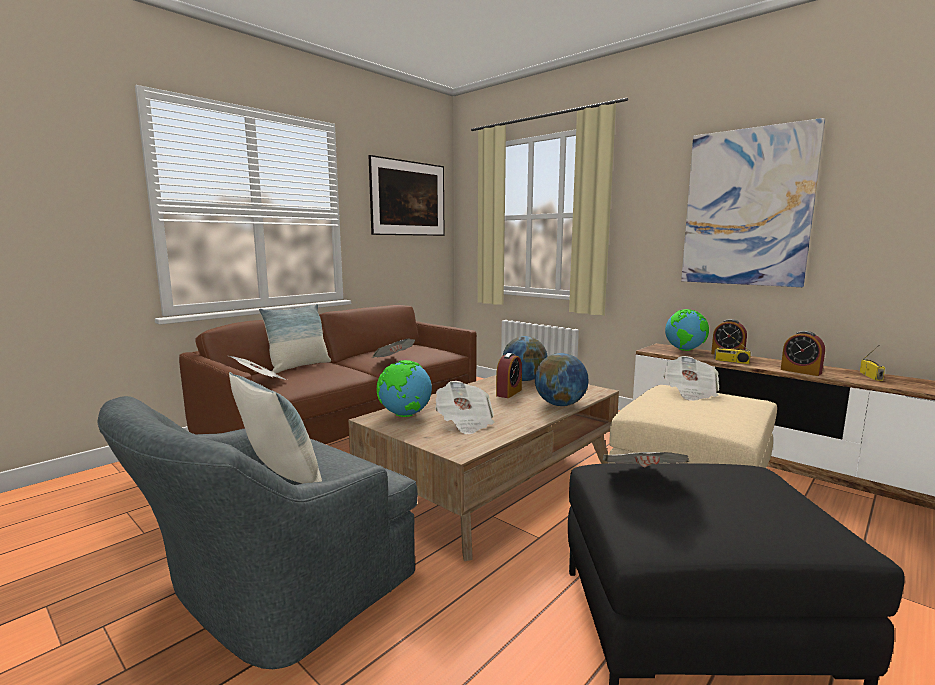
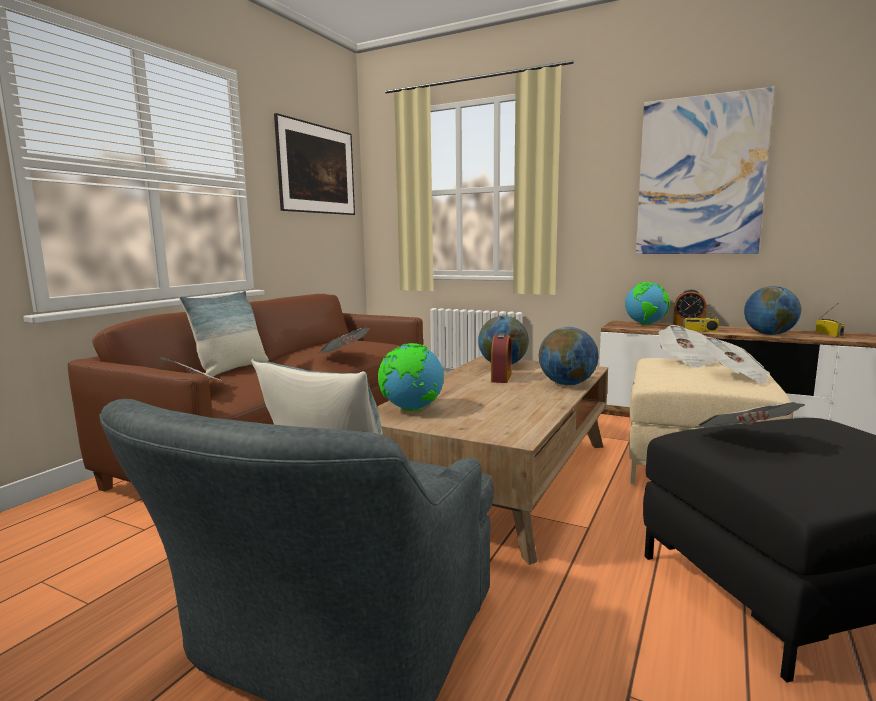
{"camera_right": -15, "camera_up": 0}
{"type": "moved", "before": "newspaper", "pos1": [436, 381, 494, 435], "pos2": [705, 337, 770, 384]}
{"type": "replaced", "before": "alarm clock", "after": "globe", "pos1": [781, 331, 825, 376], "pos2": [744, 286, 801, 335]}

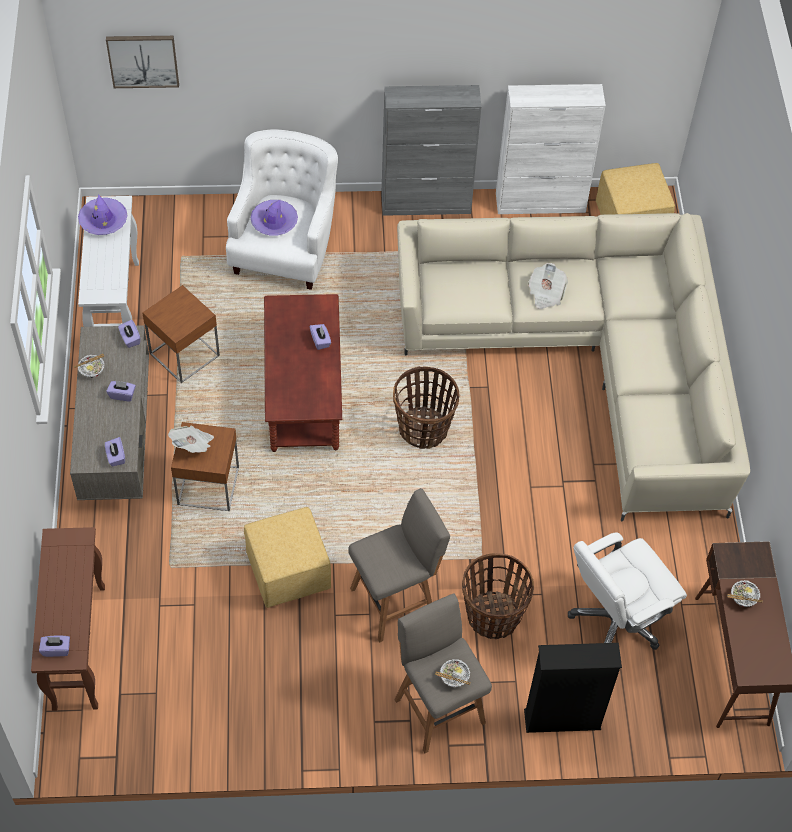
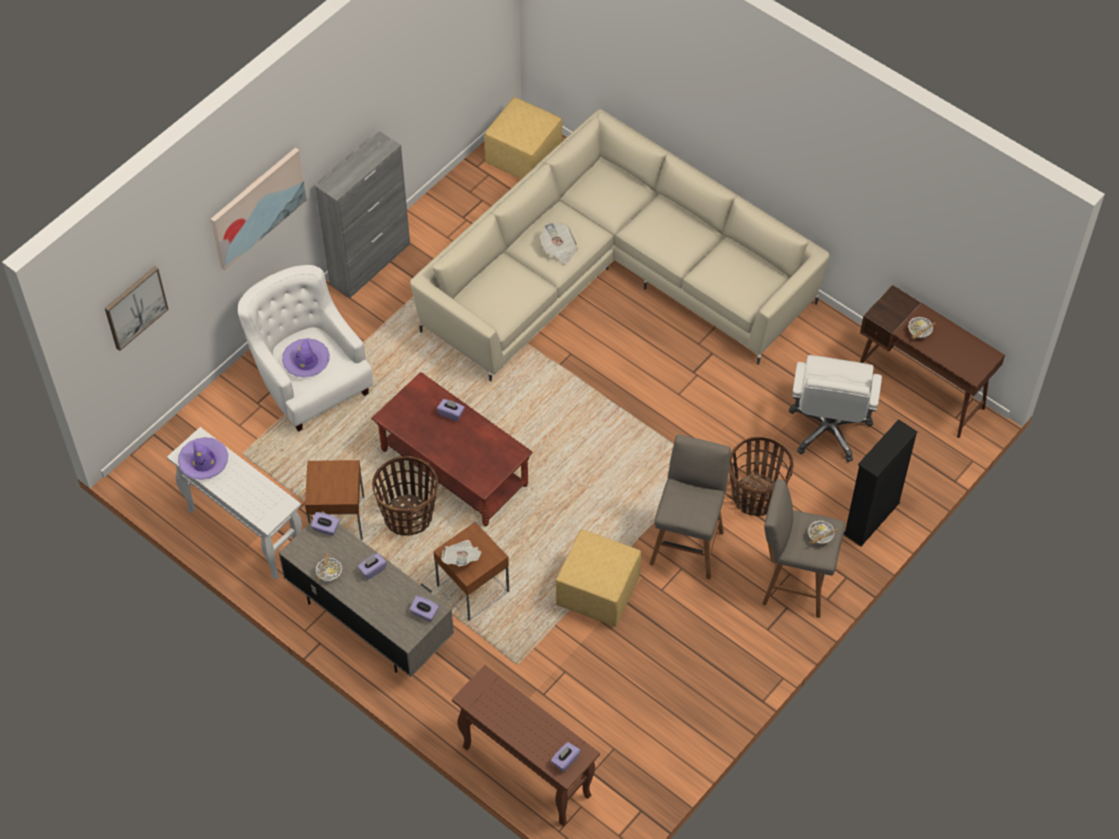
{"camera_right": -45, "camera_up": 0}
{"type": "added", "after": "picture", "pos2": [211, 148, 307, 271]}
{"type": "moved", "before": "basket", "pos1": [393, 366, 460, 449], "pos2": [372, 456, 438, 536]}
{"type": "removed", "before": "white cabinet", "pos1": [496, 84, 606, 214]}

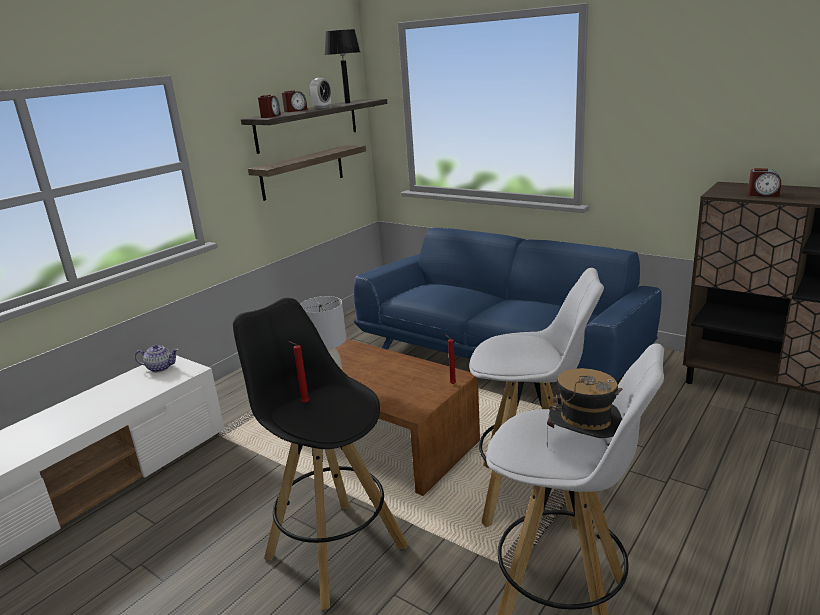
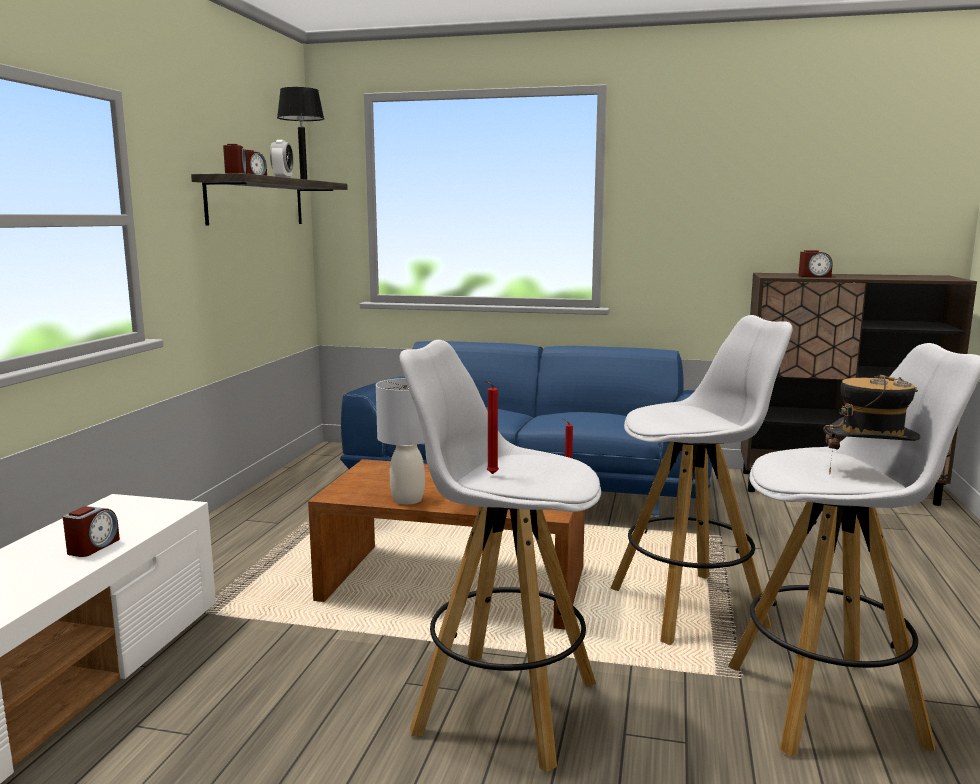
{"camera_right": -25, "camera_up": -10}
{"type": "added", "after": "alarm clock", "pos2": [63, 506, 120, 557]}
{"type": "recoloured", "before": "black stool", "after": "white stool", "pos1": [233, 298, 408, 610], "pos2": [400, 340, 601, 772]}
{"type": "removed", "before": "teapot", "pos1": [135, 344, 179, 372]}
{"type": "removed", "before": "shelf", "pos1": [248, 145, 366, 201]}

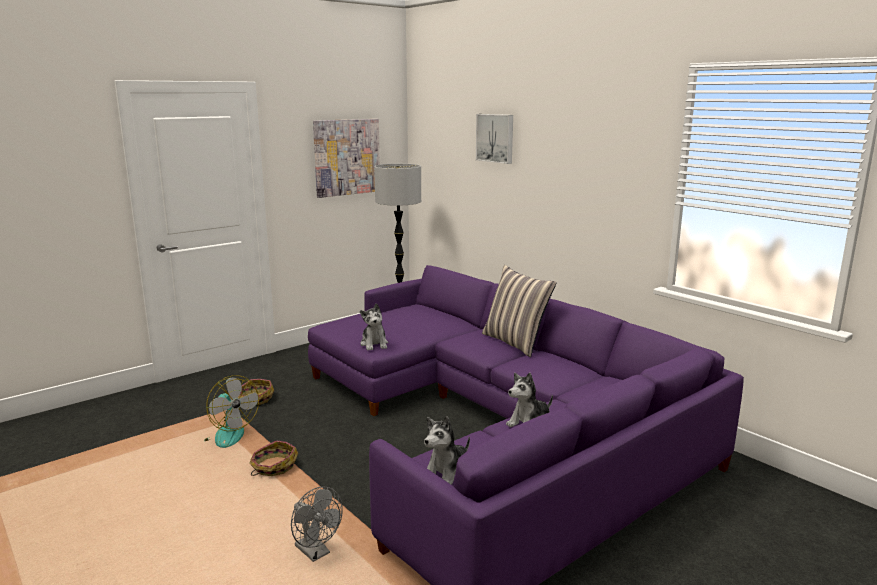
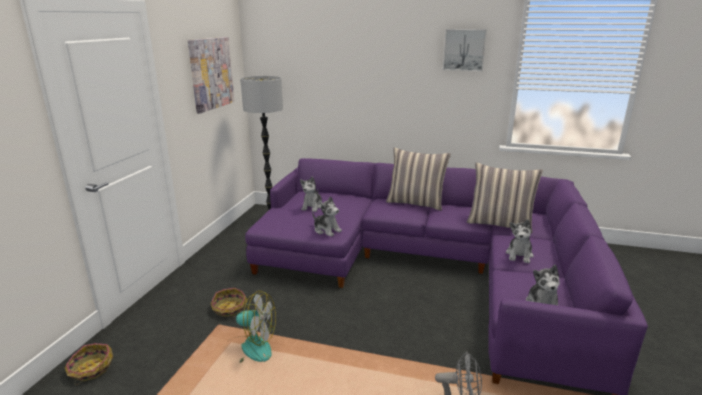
{"camera_right": -35, "camera_up": 5}
{"type": "moved", "before": "basket", "pos1": [249, 440, 298, 476], "pos2": [65, 343, 113, 385]}
{"type": "added", "after": "plush toy", "pos2": [300, 176, 323, 212]}
{"type": "moved", "before": "picture", "pos1": [476, 114, 513, 164], "pos2": [443, 29, 487, 71]}
{"type": "added", "after": "pillow", "pos2": [467, 163, 543, 233]}

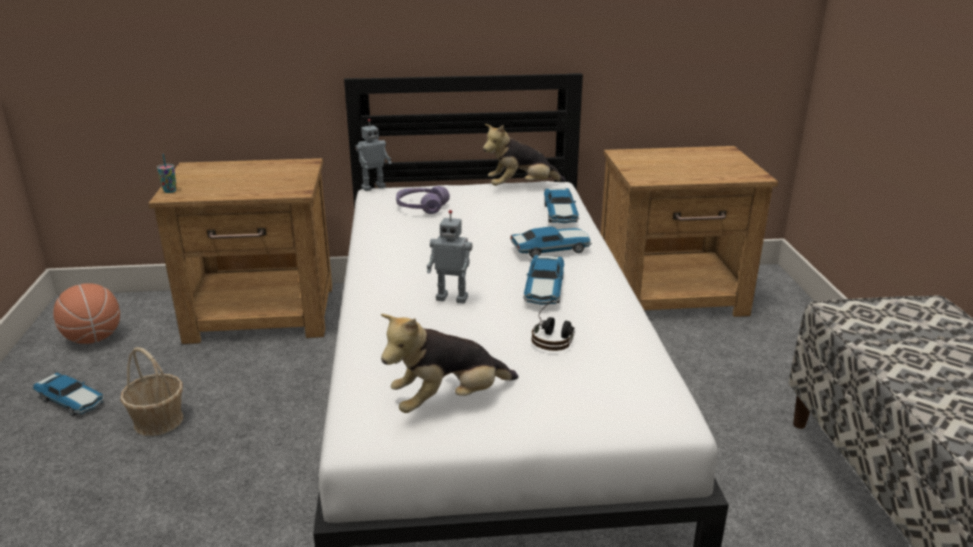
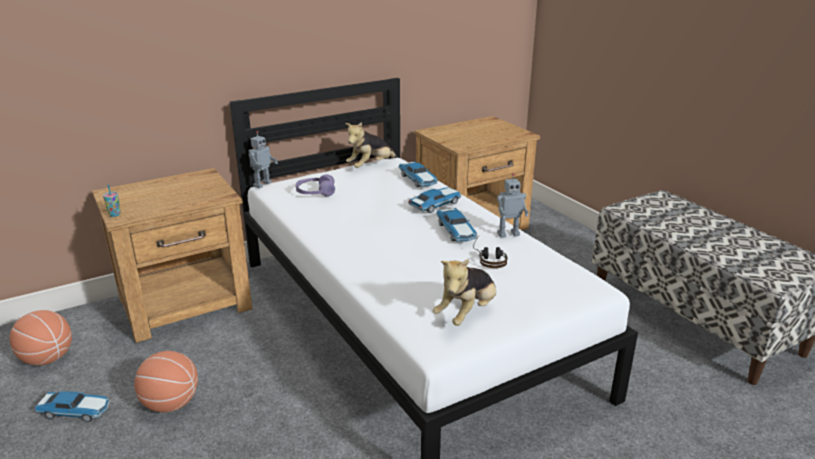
{"camera_right": -25, "camera_up": 0}
{"type": "replaced", "before": "basket", "after": "basketball", "pos1": [120, 347, 183, 436], "pos2": [134, 351, 198, 412]}
{"type": "moved", "before": "toy robot", "pos1": [427, 210, 472, 304], "pos2": [497, 173, 529, 238]}

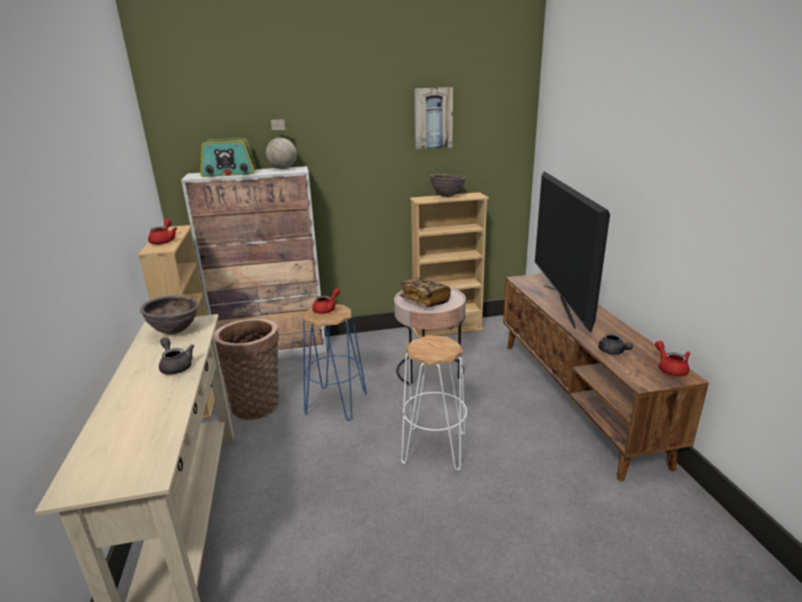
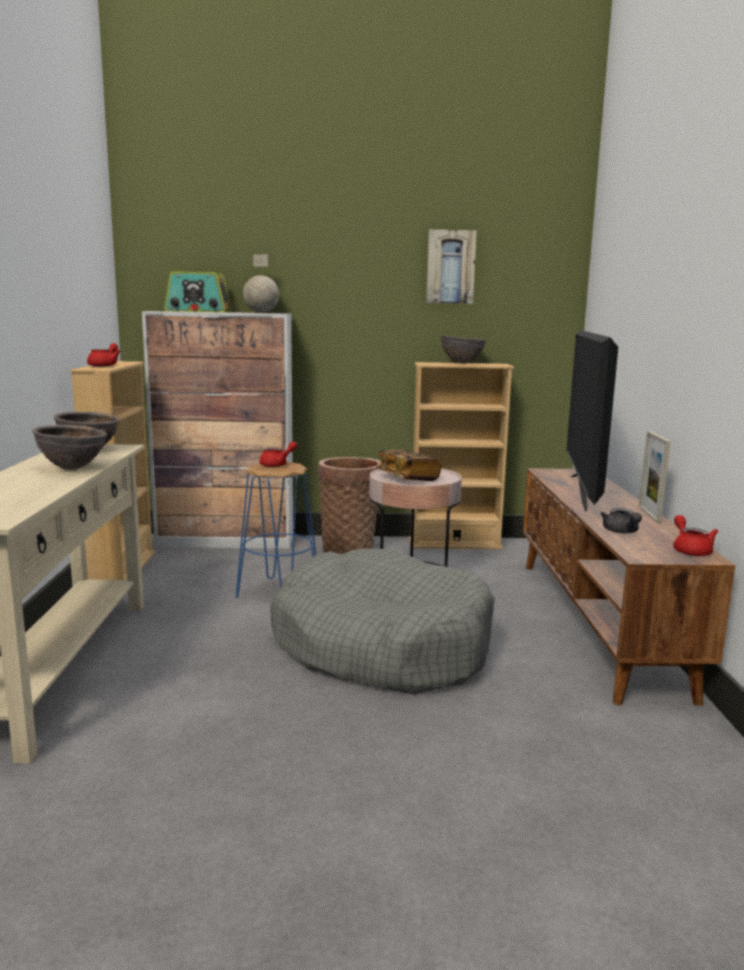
{"camera_right": 10, "camera_up": -10}
{"type": "replaced", "before": "grey teapot", "after": "brown bowl", "pos1": [159, 337, 194, 375], "pos2": [32, 425, 107, 470]}
{"type": "replaced", "before": "white stool", "after": "grey dog bed", "pos1": [401, 335, 467, 471], "pos2": [270, 549, 495, 695]}
{"type": "moved", "before": "basket", "pos1": [214, 318, 279, 420], "pos2": [318, 457, 381, 554]}
{"type": "added", "after": "picture frame", "pos2": [639, 431, 671, 523]}

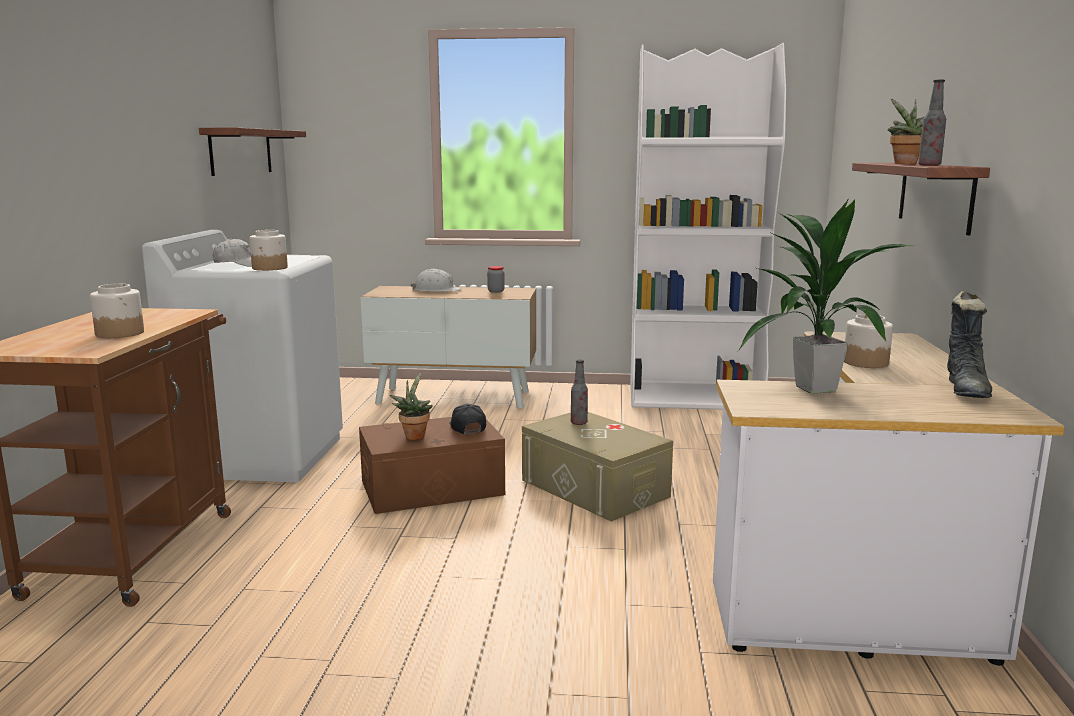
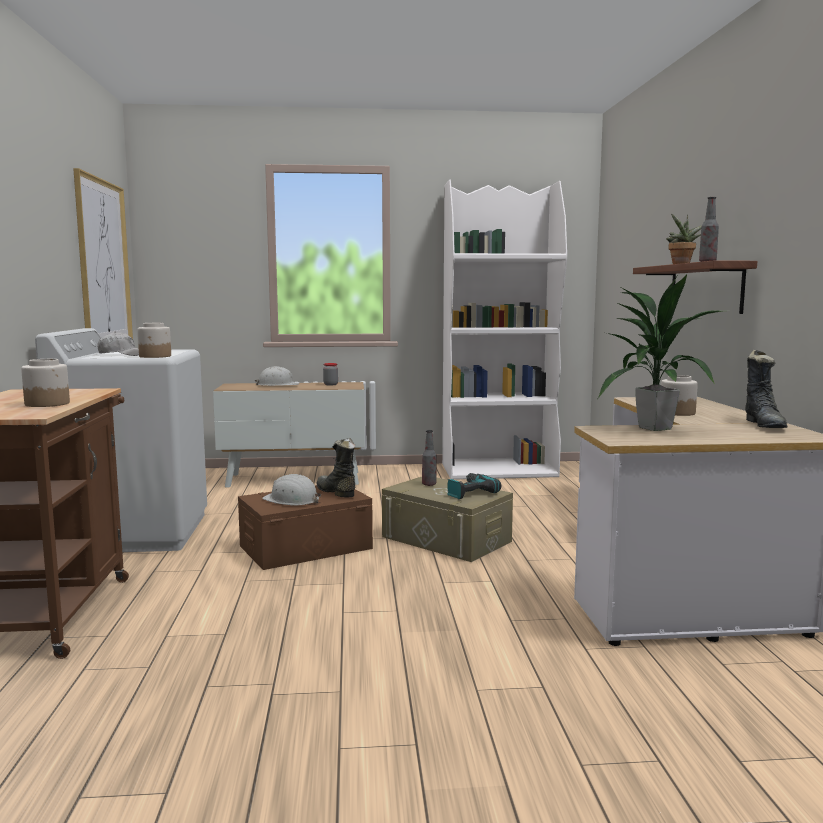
{"camera_right": -10, "camera_up": -5}
{"type": "replaced", "before": "shelf", "after": "picture", "pos1": [199, 128, 306, 176], "pos2": [73, 168, 133, 339]}
{"type": "replaced", "before": "potted plant", "after": "white hard hat", "pos1": [390, 373, 433, 440], "pos2": [262, 474, 321, 506]}
{"type": "replaced", "before": "black cap", "after": "black boot", "pos1": [449, 404, 486, 434], "pos2": [316, 438, 355, 497]}
{"type": "added", "after": "power drill", "pos2": [447, 473, 501, 499]}

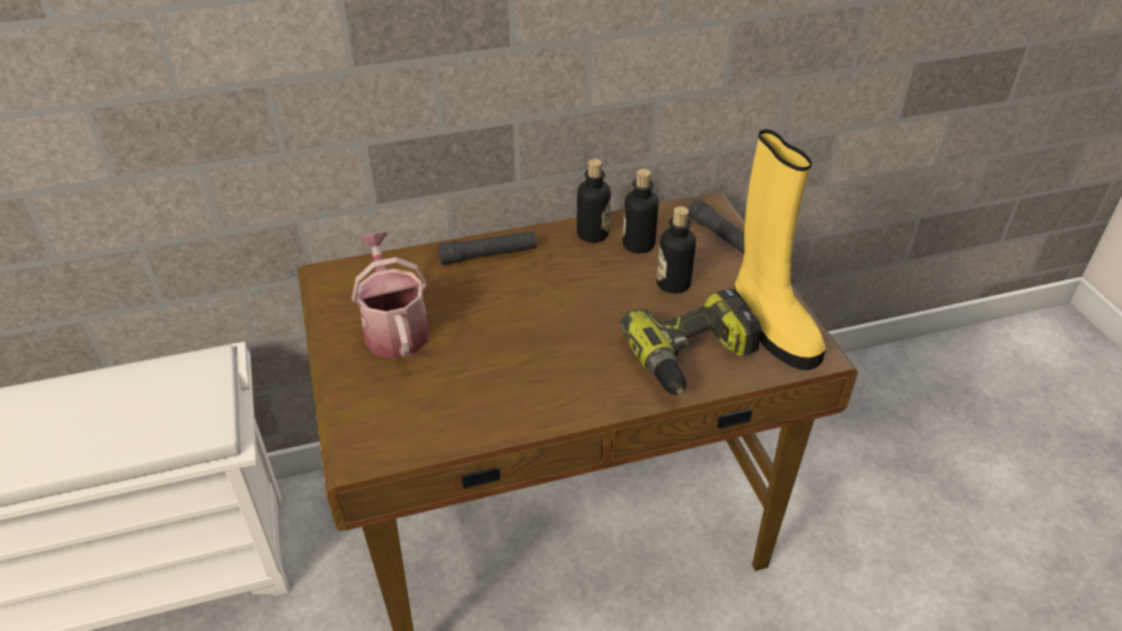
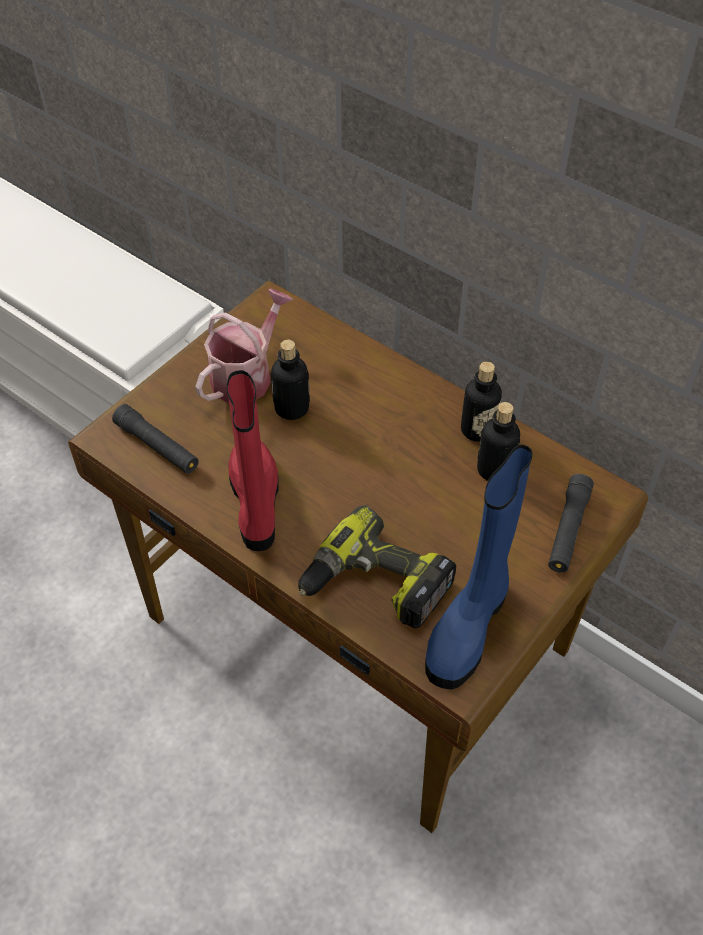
{"camera_right": 55, "camera_up": 10}
{"type": "moved", "before": "black flashlight", "pos1": [438, 231, 536, 265], "pos2": [112, 404, 199, 474]}
{"type": "added", "after": "red boot", "pos2": [227, 370, 279, 551]}
{"type": "moved", "before": "bottle", "pos1": [657, 206, 696, 294], "pos2": [271, 340, 310, 420]}
{"type": "recoloured", "before": "yellow boot", "after": "blue boot", "pos1": [734, 129, 826, 370], "pos2": [425, 445, 533, 690]}

